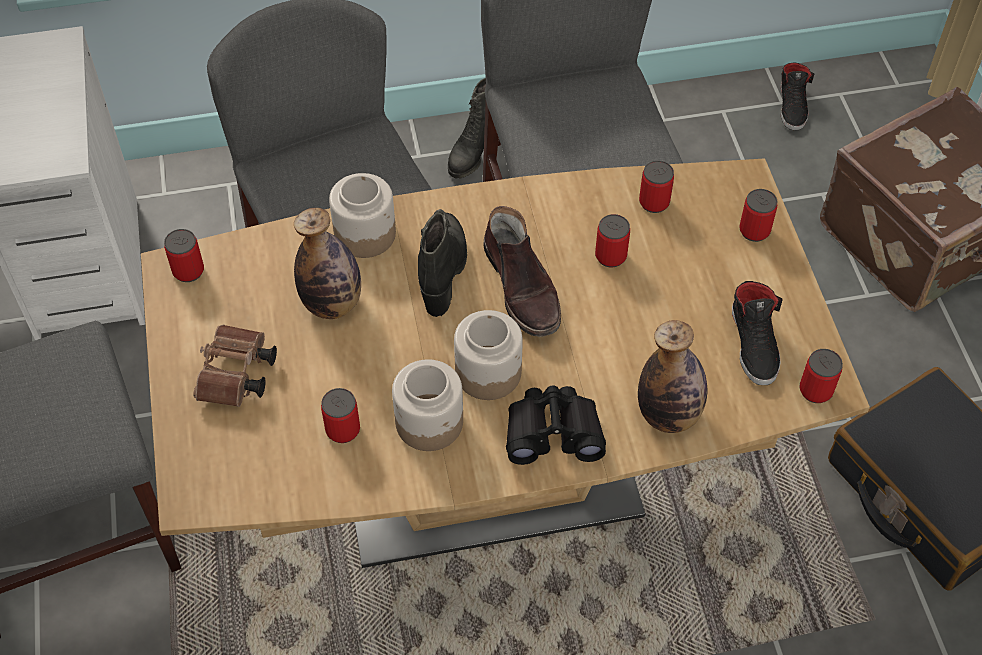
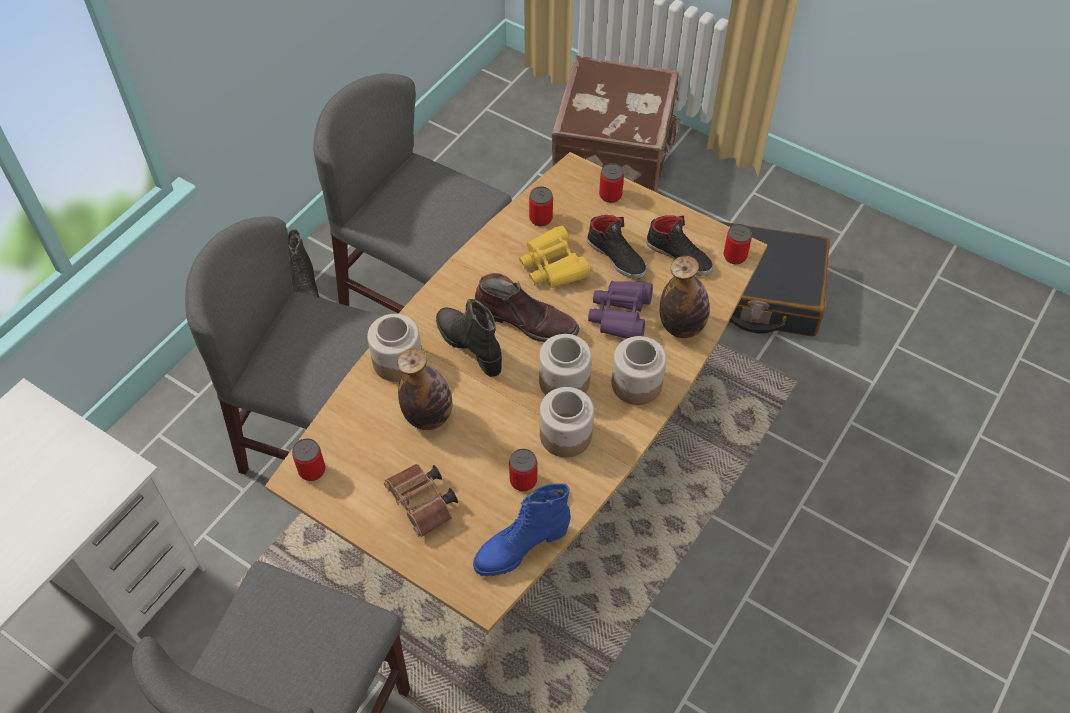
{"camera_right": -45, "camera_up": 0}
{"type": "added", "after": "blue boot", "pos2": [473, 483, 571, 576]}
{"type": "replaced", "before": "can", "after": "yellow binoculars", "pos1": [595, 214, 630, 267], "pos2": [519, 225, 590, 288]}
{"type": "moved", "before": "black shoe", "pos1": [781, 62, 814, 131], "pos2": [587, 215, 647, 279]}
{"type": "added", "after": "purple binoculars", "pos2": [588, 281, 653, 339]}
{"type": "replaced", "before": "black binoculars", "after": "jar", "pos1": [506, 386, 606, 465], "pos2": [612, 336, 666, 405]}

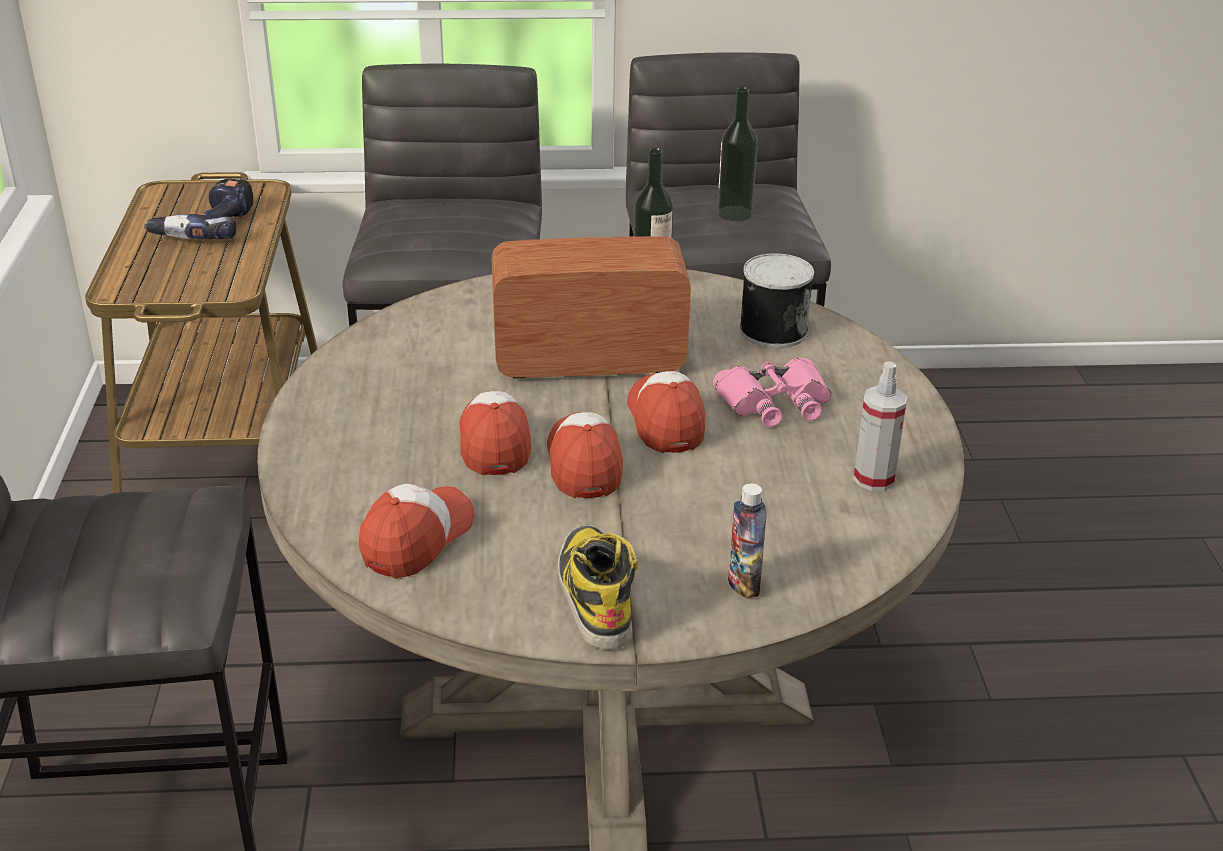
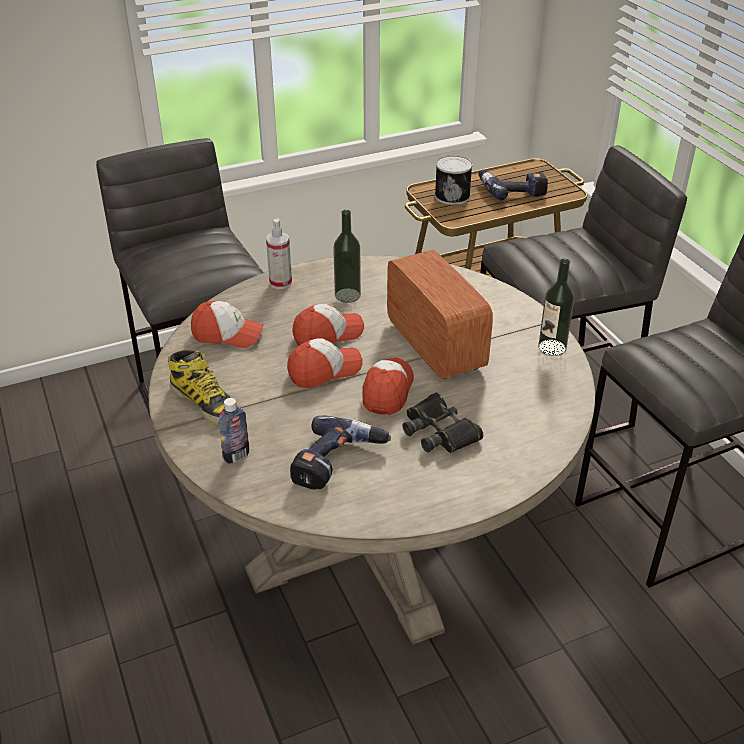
{"camera_right": 70, "camera_up": 5}
{"type": "turned", "before": "boot", "pos1": [558, 525, 638, 649], "pos2": [168, 350, 238, 425], "turn": 75}
{"type": "moved", "before": "spray bottle", "pos1": [854, 361, 907, 491], "pos2": [266, 218, 292, 289]}
{"type": "added", "after": "power drill", "pos2": [290, 416, 391, 489]}
{"type": "moved", "before": "bottle", "pos1": [717, 87, 758, 221], "pos2": [333, 210, 361, 303]}
{"type": "turned", "before": "cap", "pos1": [627, 371, 706, 453], "pos2": [362, 357, 414, 415], "turn": -45}
{"type": "recoloured", "before": "pink binoculars", "after": "black binoculars", "pos1": [713, 357, 831, 427], "pos2": [402, 393, 484, 453]}
{"type": "moved", "before": "can", "pos1": [739, 253, 814, 348], "pos2": [435, 155, 473, 205]}

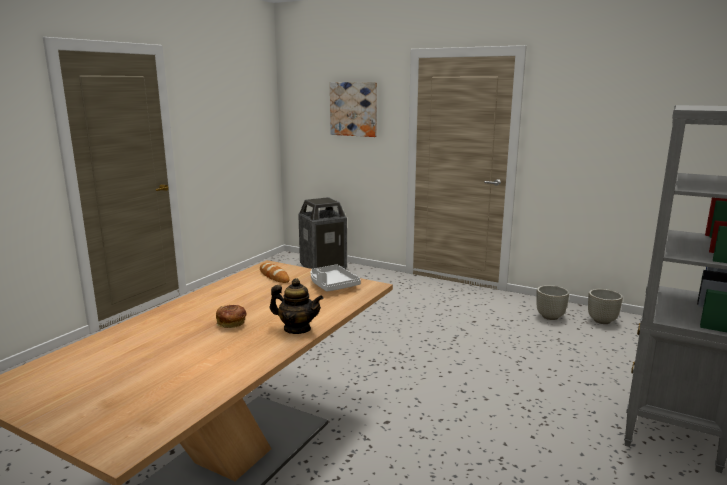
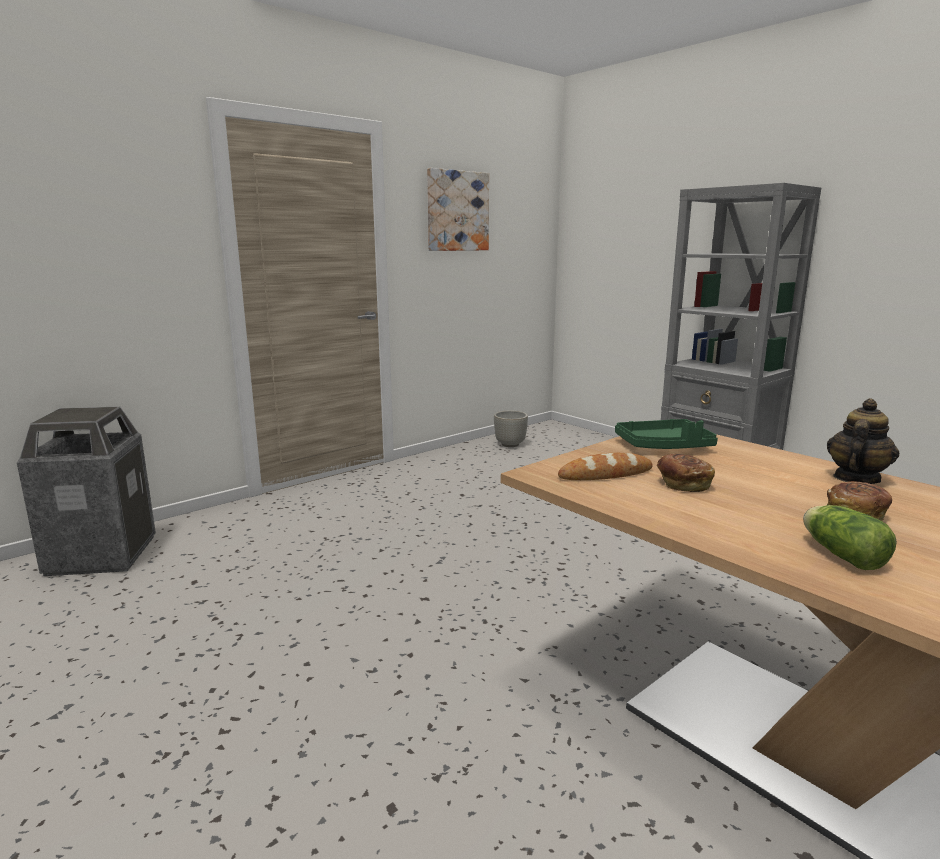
{"camera_right": -70, "camera_up": 0}
{"type": "moved", "before": "picture", "pos1": [330, 82, 377, 137], "pos2": [427, 168, 489, 251]}
{"type": "recoloured", "before": "grey tray", "after": "green tray", "pos1": [311, 264, 361, 292], "pos2": [615, 419, 718, 449]}
{"type": "added", "after": "bread", "pos2": [657, 454, 715, 492]}
{"type": "added", "after": "lettuce", "pos2": [803, 505, 897, 570]}
{"type": "removed", "before": "grey planter", "pos1": [536, 285, 569, 320]}

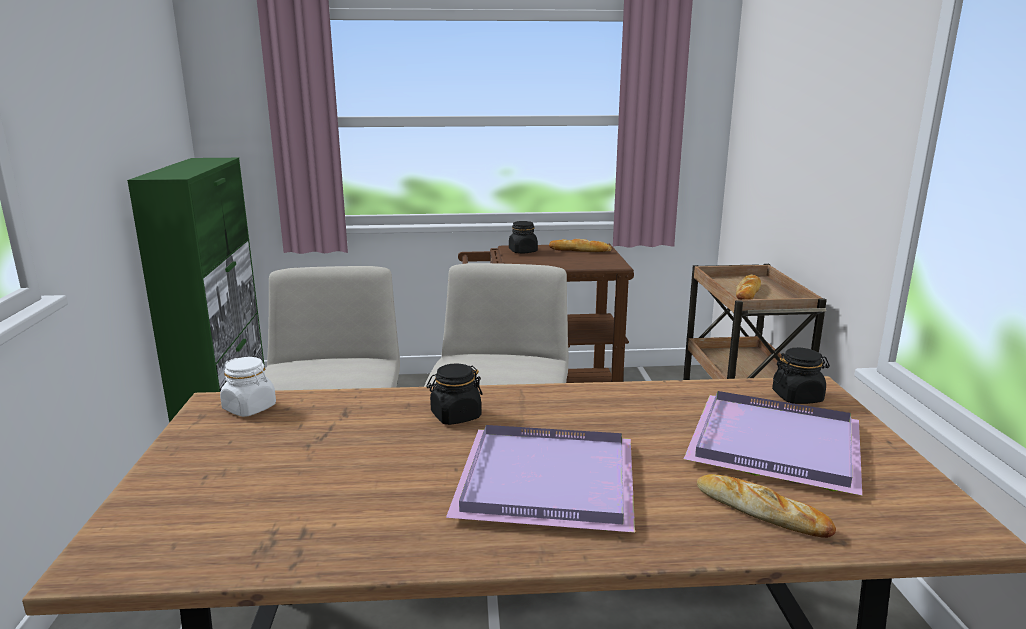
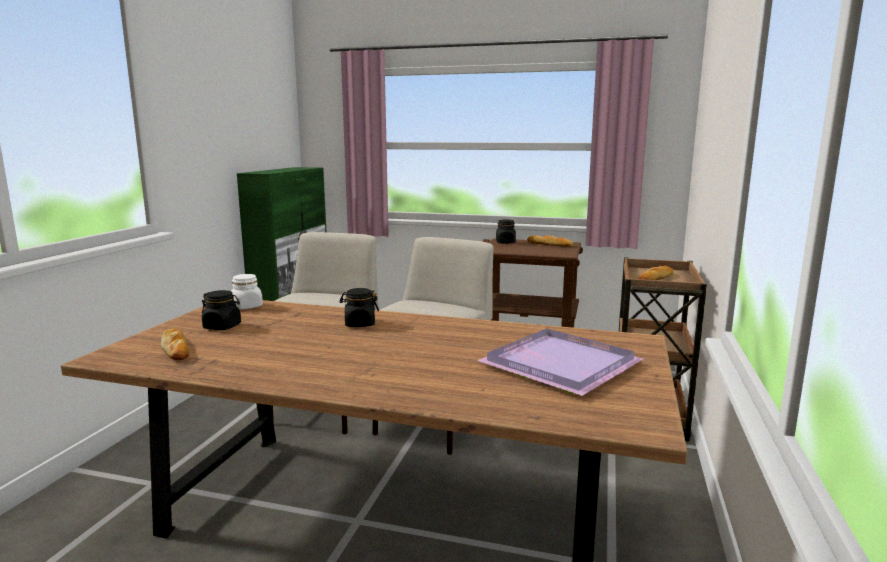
{"camera_right": 20, "camera_up": -5}
{"type": "moved", "before": "bread", "pos1": [697, 474, 836, 538], "pos2": [161, 328, 189, 360]}
{"type": "moved", "before": "black jar", "pos1": [772, 348, 830, 404], "pos2": [202, 290, 241, 330]}
{"type": "removed", "before": "purple tray", "pos1": [446, 425, 635, 533]}

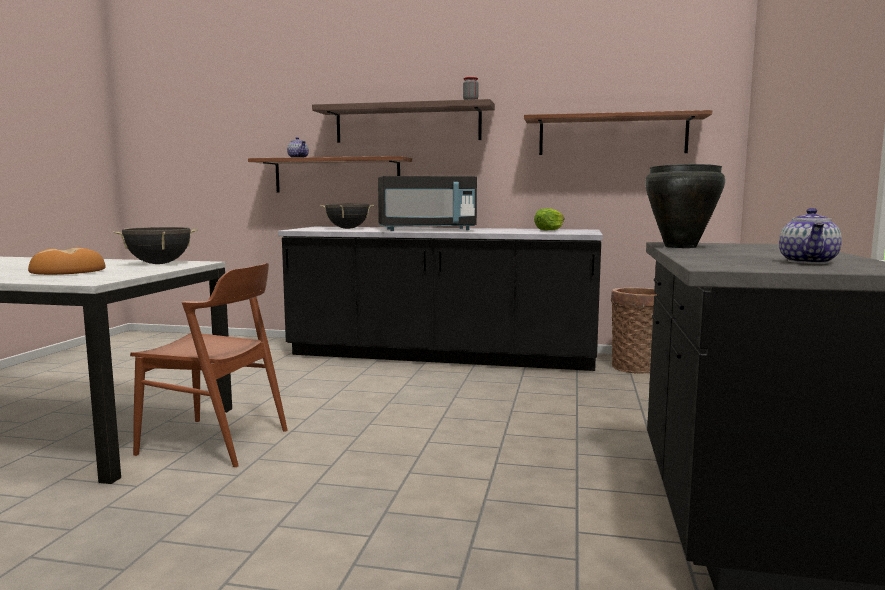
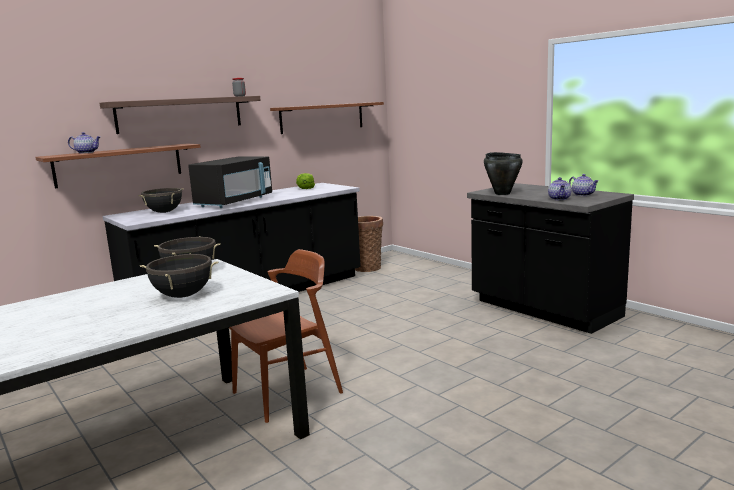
{"camera_right": -50, "camera_up": 5}
{"type": "replaced", "before": "bread", "after": "black cooking pot", "pos1": [28, 248, 105, 275], "pos2": [140, 254, 218, 298]}
{"type": "added", "after": "teapot", "pos2": [548, 177, 571, 200]}

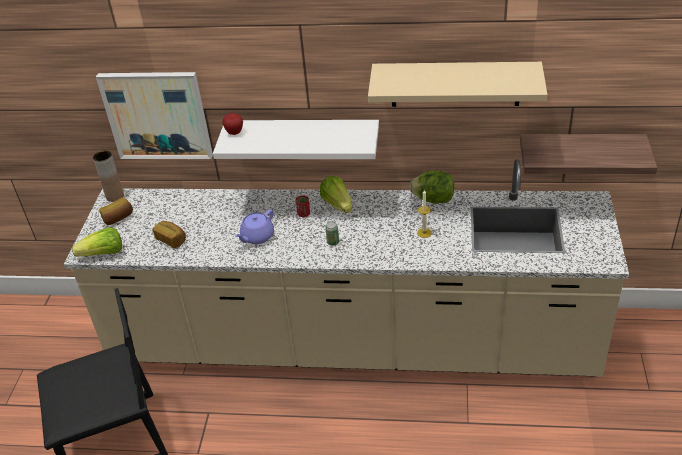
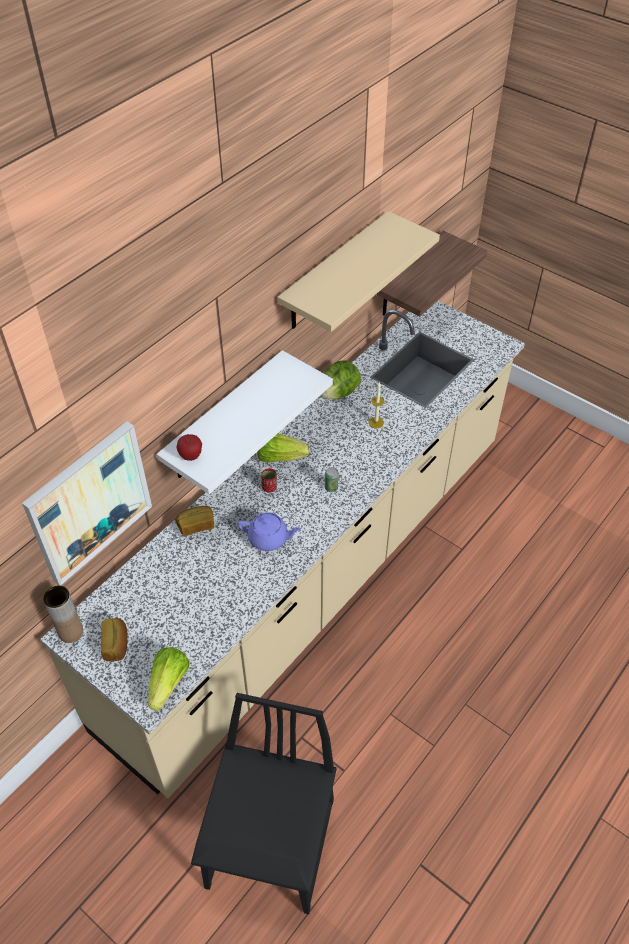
{"camera_right": -60, "camera_up": 10}
{"type": "moved", "before": "bread", "pos1": [153, 221, 186, 248], "pos2": [175, 506, 214, 536]}
{"type": "turned", "before": "purple teapot", "pos1": [235, 209, 274, 244], "pos2": [238, 512, 301, 551], "turn": -60}

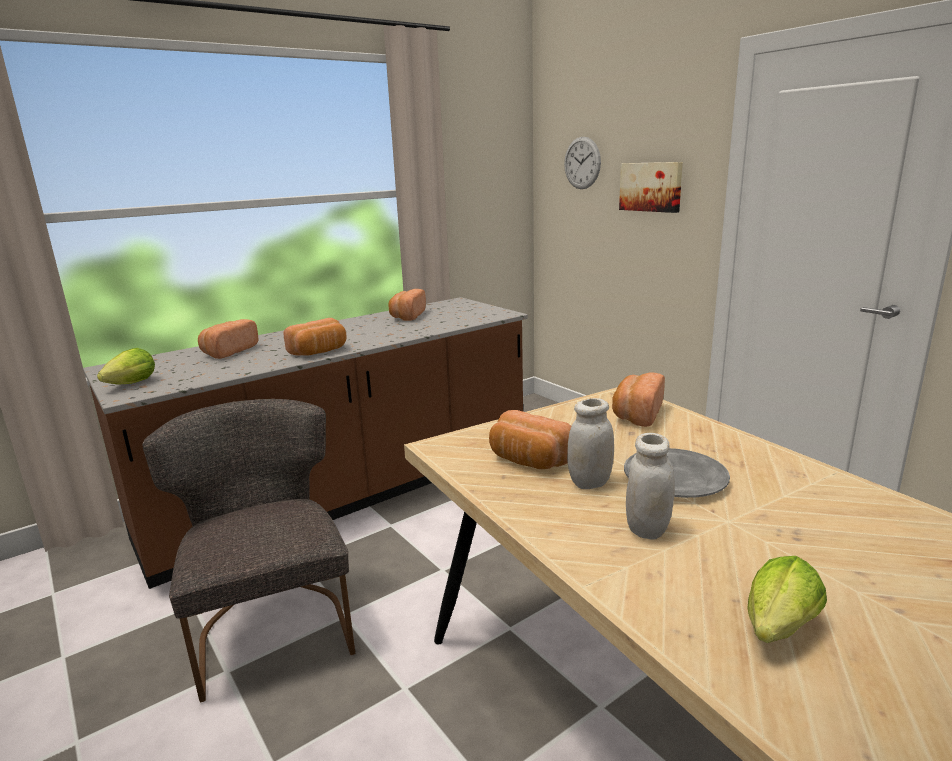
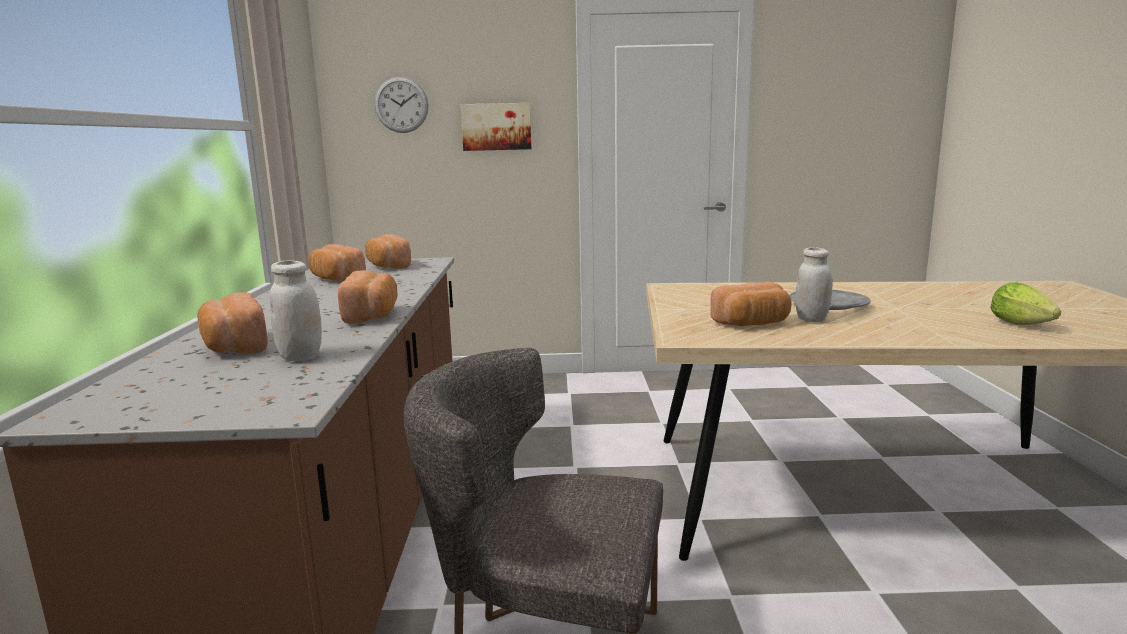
{"camera_right": -55, "camera_up": -5}
{"type": "moved", "before": "white jar", "pos1": [626, 433, 675, 540], "pos2": [270, 260, 322, 361]}
{"type": "moved", "before": "bread", "pos1": [612, 373, 665, 427], "pos2": [365, 234, 411, 269]}
{"type": "removed", "before": "lettuce", "pos1": [97, 348, 155, 384]}

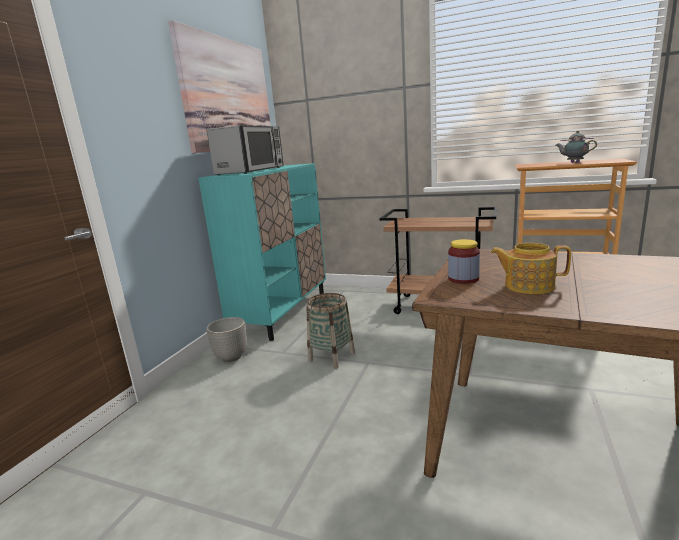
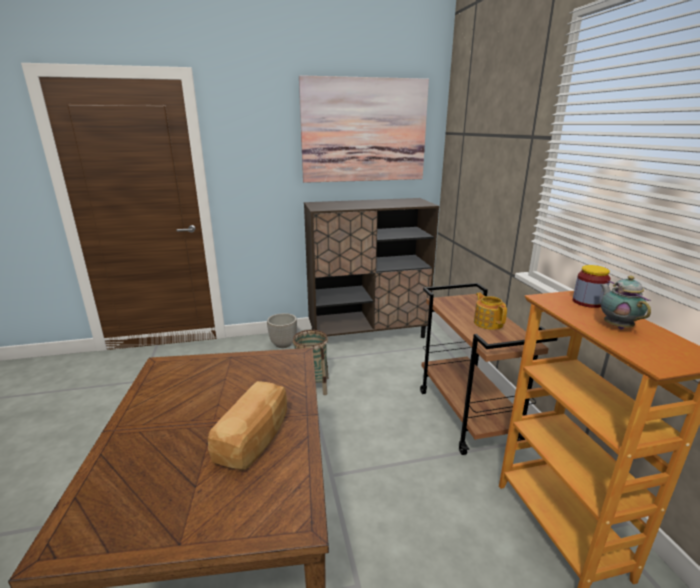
{"camera_right": 55, "camera_up": 5}
{"type": "added", "after": "bread", "pos2": [208, 381, 287, 470]}
{"type": "recoloured", "before": "turquoise cabinet", "after": "brown cabinet", "pos1": [198, 163, 326, 341], "pos2": [304, 198, 439, 338]}
{"type": "moved", "before": "teapot", "pos1": [491, 243, 571, 294], "pos2": [474, 293, 507, 330]}
{"type": "moved", "before": "jar", "pos1": [448, 239, 480, 284], "pos2": [573, 265, 610, 308]}
{"type": "removed", "before": "microwave", "pos1": [207, 125, 284, 175]}

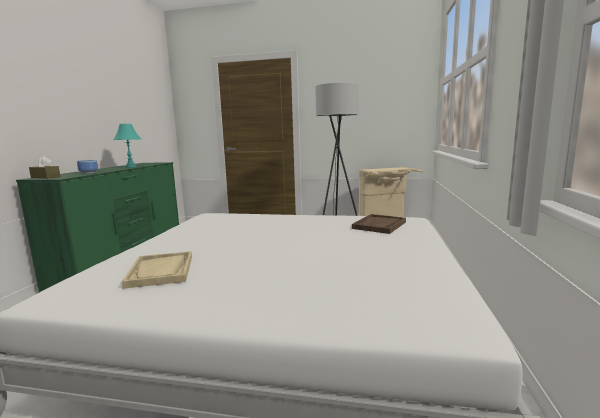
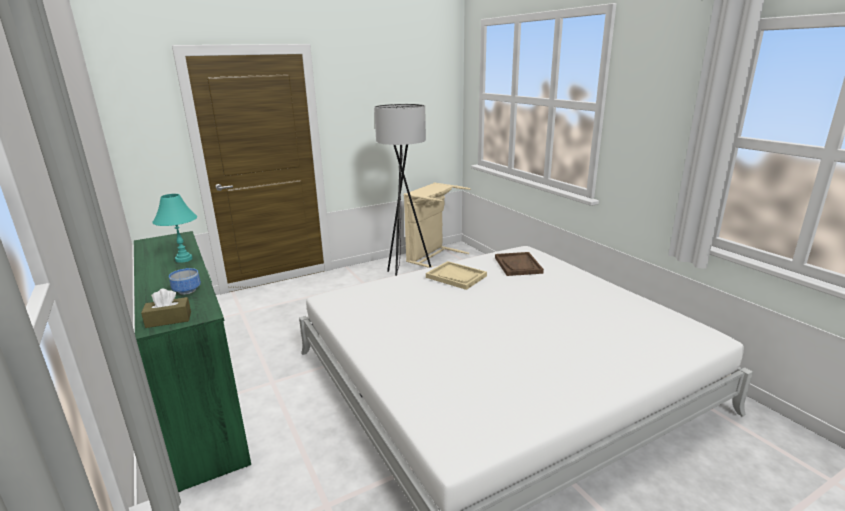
{"camera_right": -40, "camera_up": 10}
{"type": "moved", "before": "beige tray", "pos1": [122, 251, 192, 289], "pos2": [426, 261, 487, 290]}

